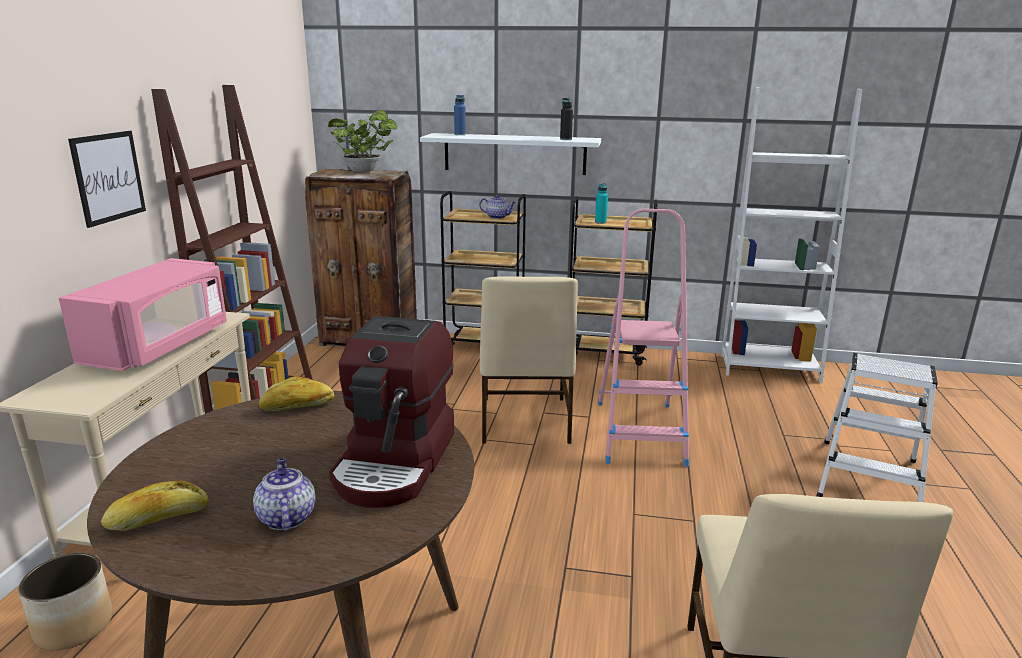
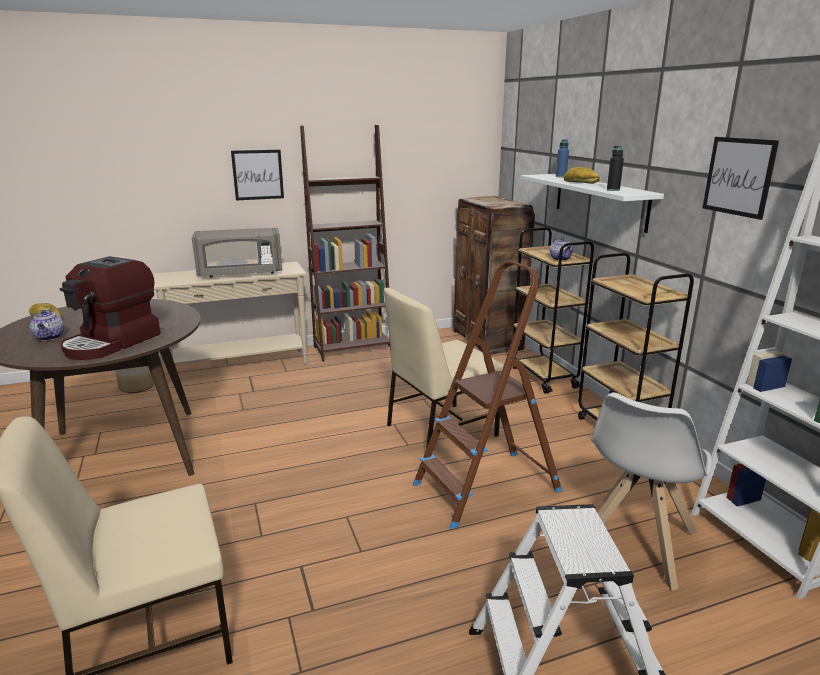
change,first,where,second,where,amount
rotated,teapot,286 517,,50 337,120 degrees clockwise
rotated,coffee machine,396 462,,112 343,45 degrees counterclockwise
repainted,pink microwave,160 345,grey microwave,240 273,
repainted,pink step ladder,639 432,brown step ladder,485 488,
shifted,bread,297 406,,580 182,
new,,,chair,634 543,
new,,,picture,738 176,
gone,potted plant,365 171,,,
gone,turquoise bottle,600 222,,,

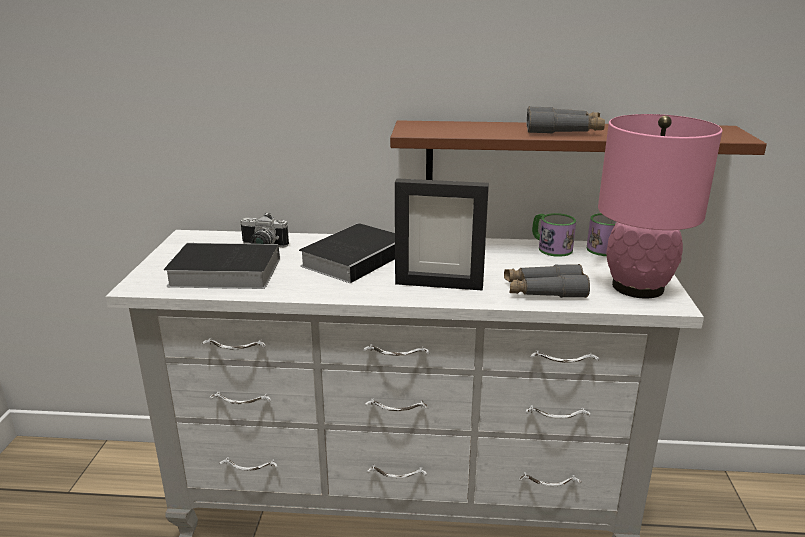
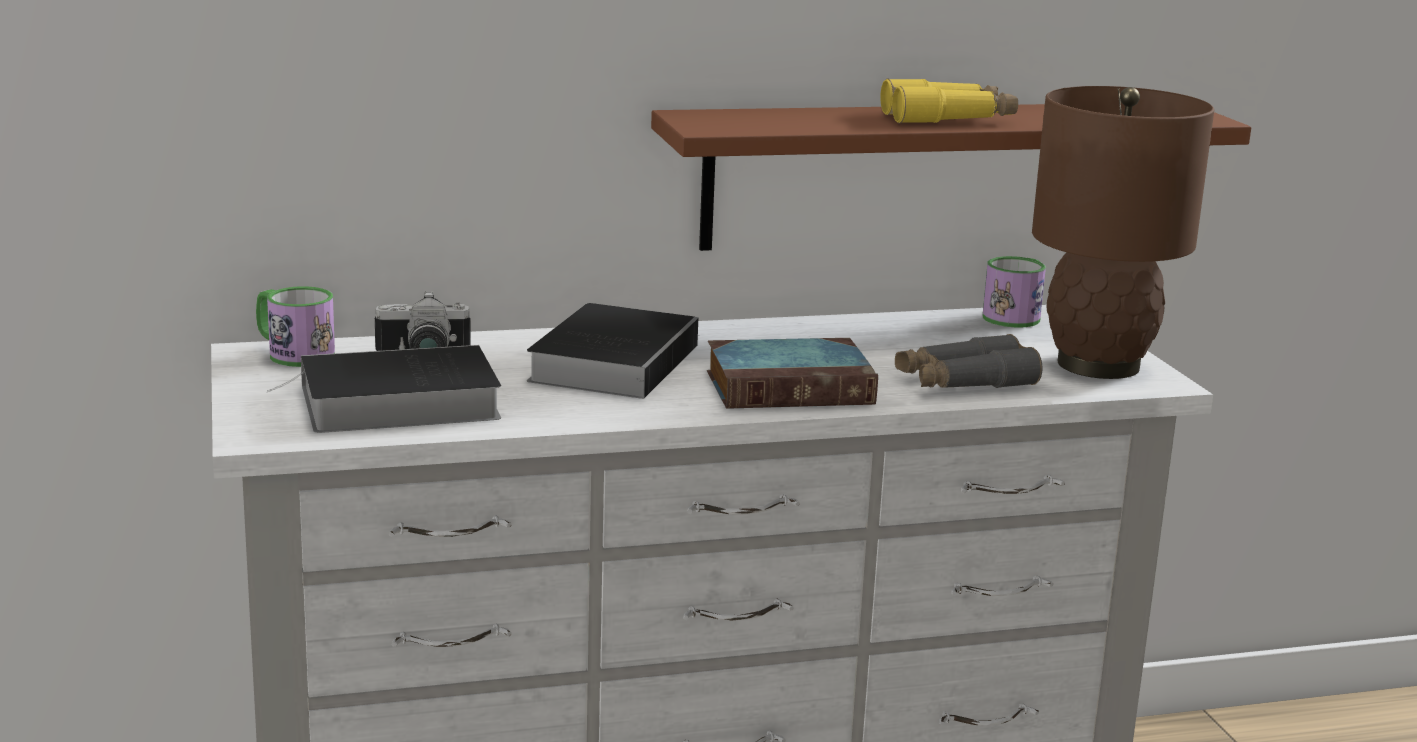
change,first,where,second,where,amount
shifted,mug,550 247,,293 353,
swapped,picture frame,439 284,book,792 387,
repainted,grey binoculars,563 131,yellow binoculars,948 118,
repainted,pink table lamp,638 287,brown table lamp,1098 365,

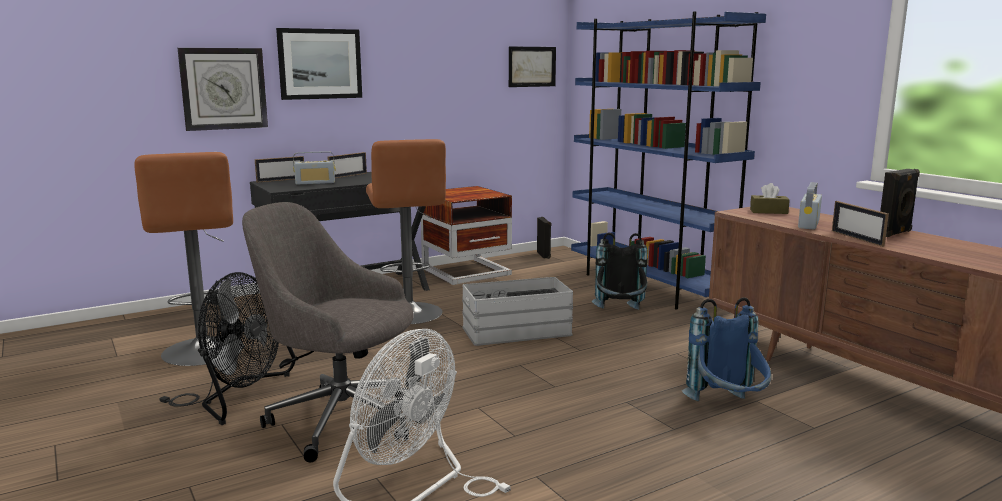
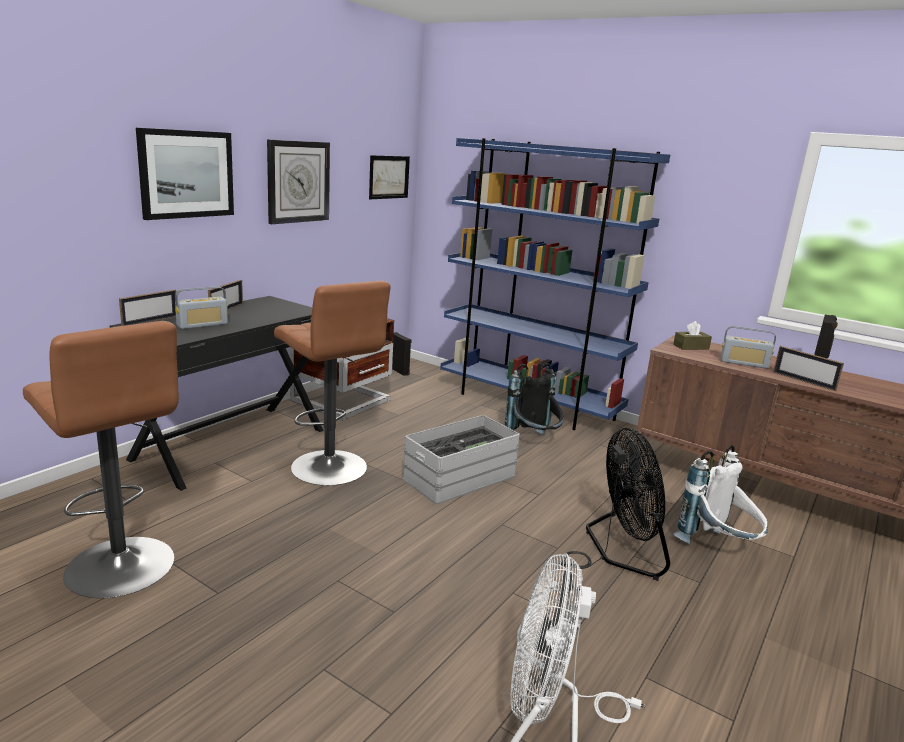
change,first,where,second,where,amount
shifted,wall clock,223 88,,298 181,
shifted,black fan,234 397,,612 548,
repainted,blue backpack,728 409,white backpack,718 548,
rotated,radio,808 224,,744 363,75 degrees counterclockwise
gone,grey office chair,340 422,,,

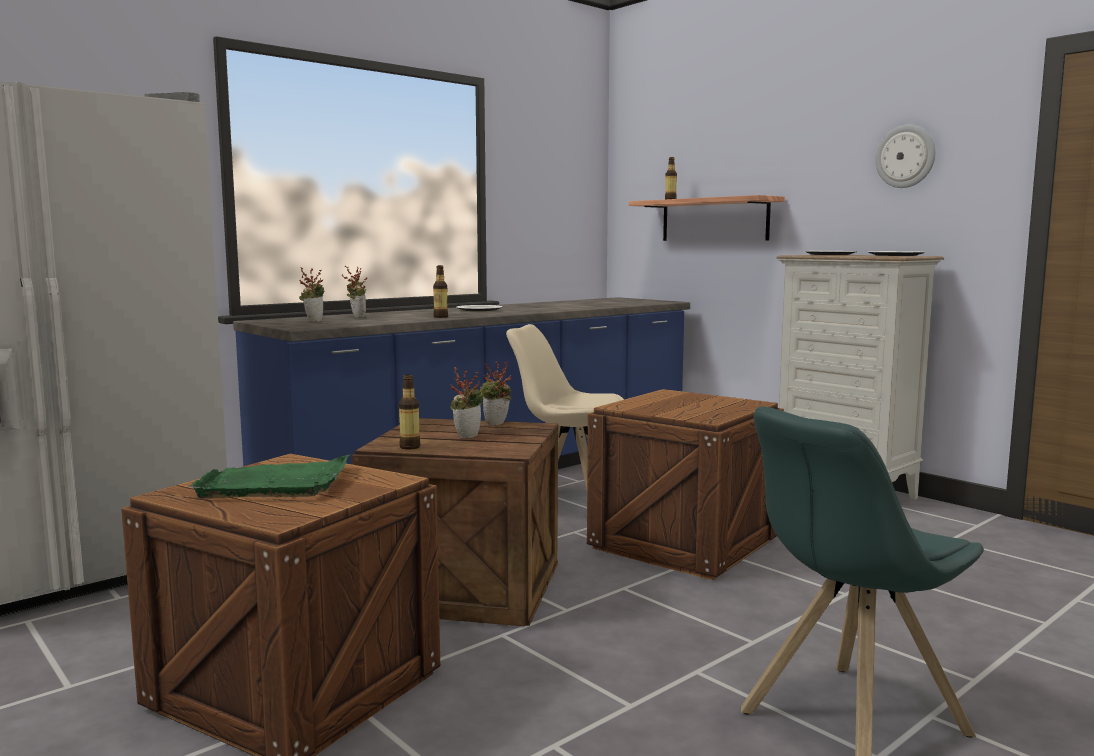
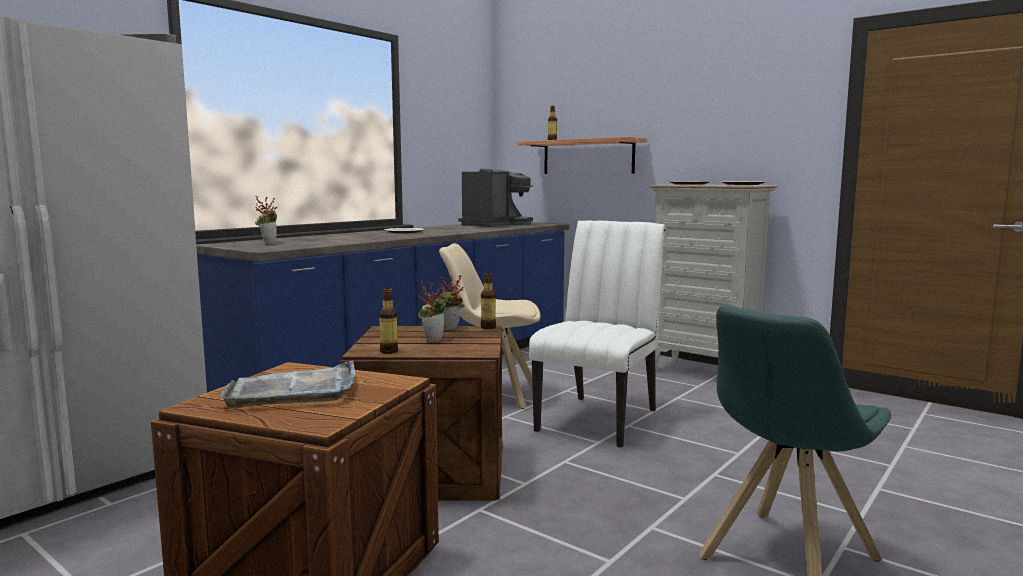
change,first,where,second,where,amount
repainted,green tray,276 484,grey tray,293 390,
new,,,coffee machine,496 225,
shifted,bottle,440 317,,488 327,
swapped,crate,684 544,white chair,598 421,
gone,potted plant,356 317,,,
gone,wall clock,905 156,,,

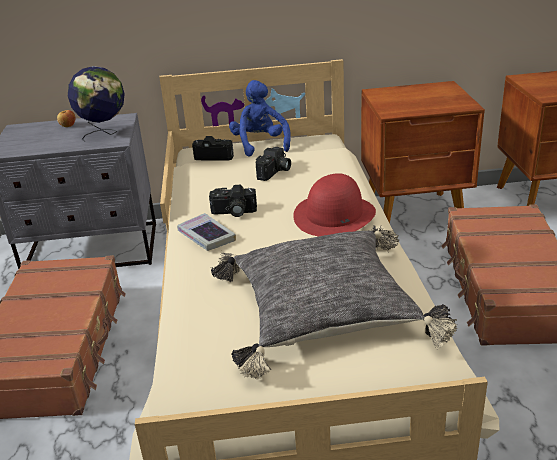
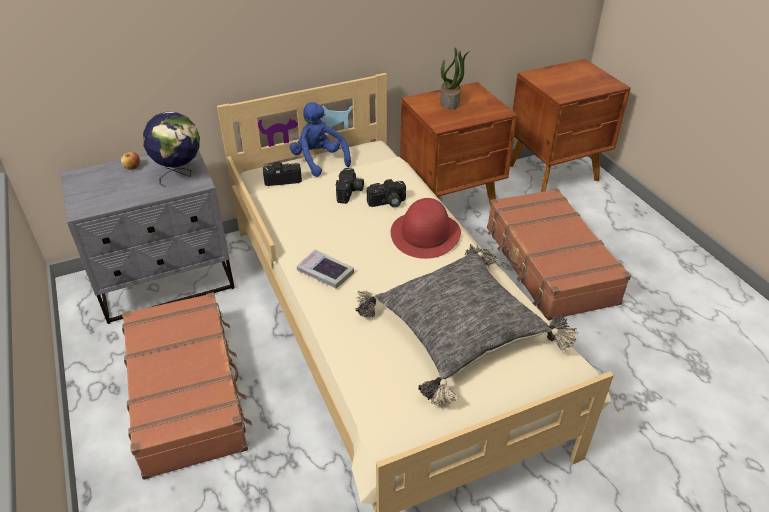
change,first,where,second,where,amount
shifted,photo camera,233 212,,387 203,
new,,,potted plant,450 102,

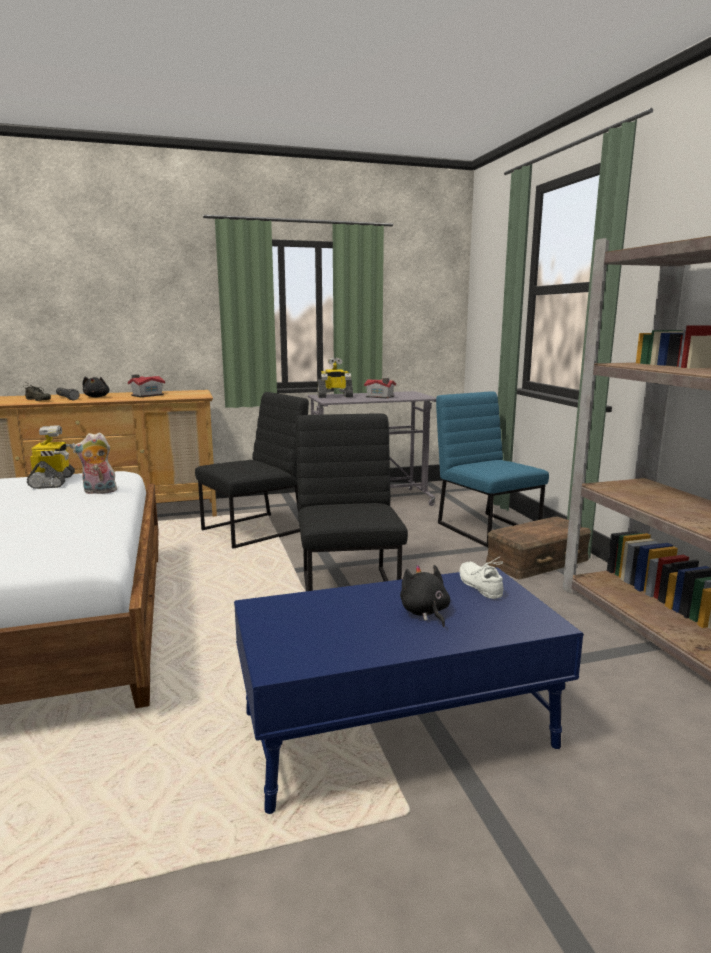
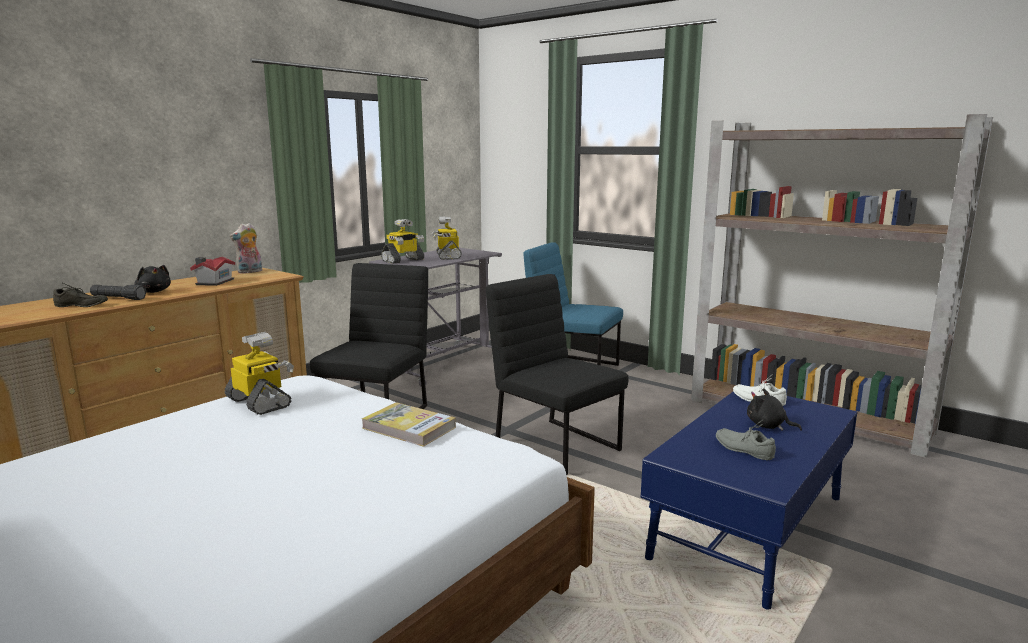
change,first,where,second,where,amount
shifted,plush toy,99 492,,250 272,
new,,,book,409 428,
swapped,toy house,380 397,toy robot,447 256,
new,,,grey shoe,745 449,
gone,brown storage box,536 561,,,

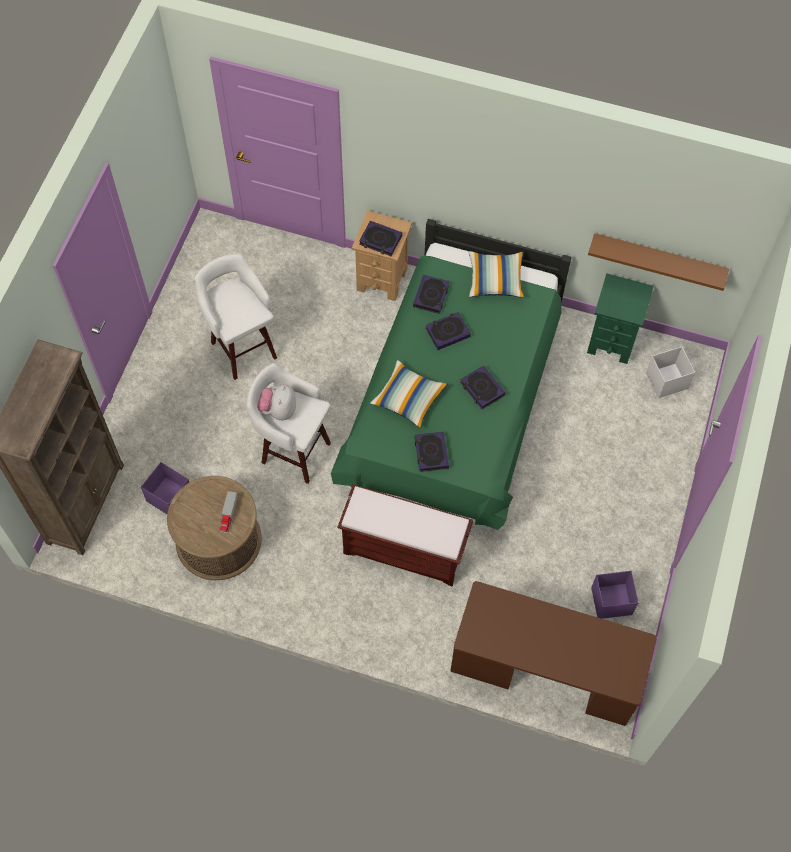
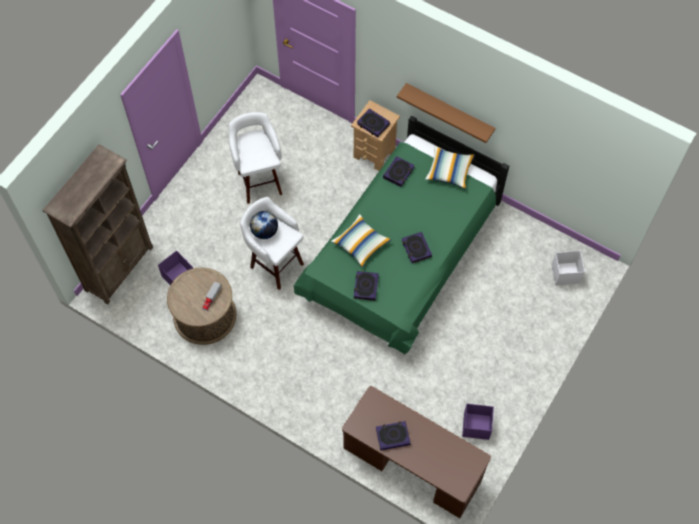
change,first,where,second,where,amount
swapped,plush toy,278 410,globe,265 231,
shifted,book,447 332,,392 436,
shifted,brown shelf,658 258,,449 111,
gone,brown bench,405 551,,,
gone,green nightstand,612 342,,,

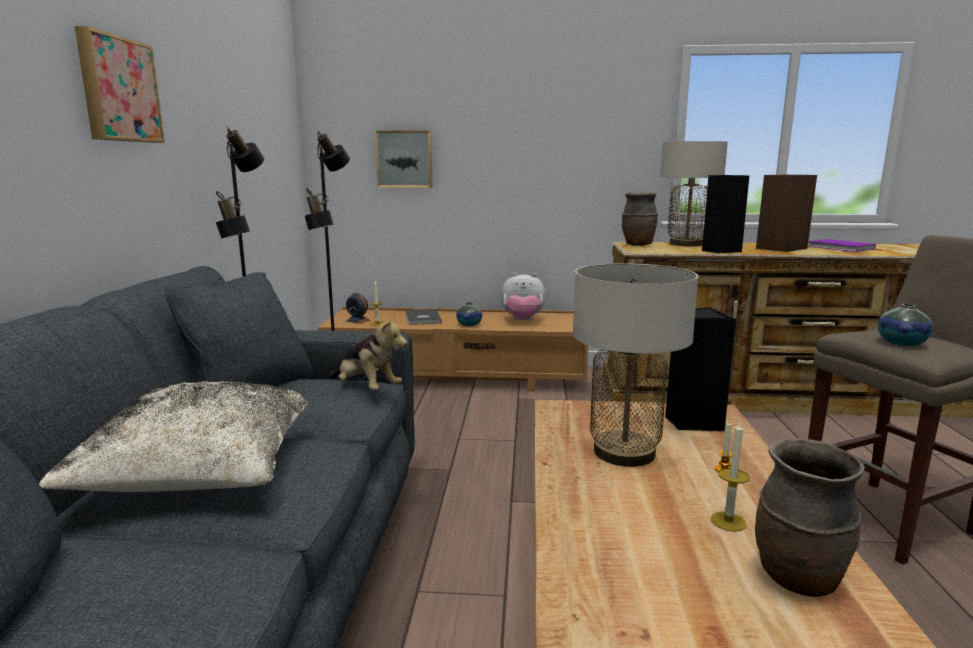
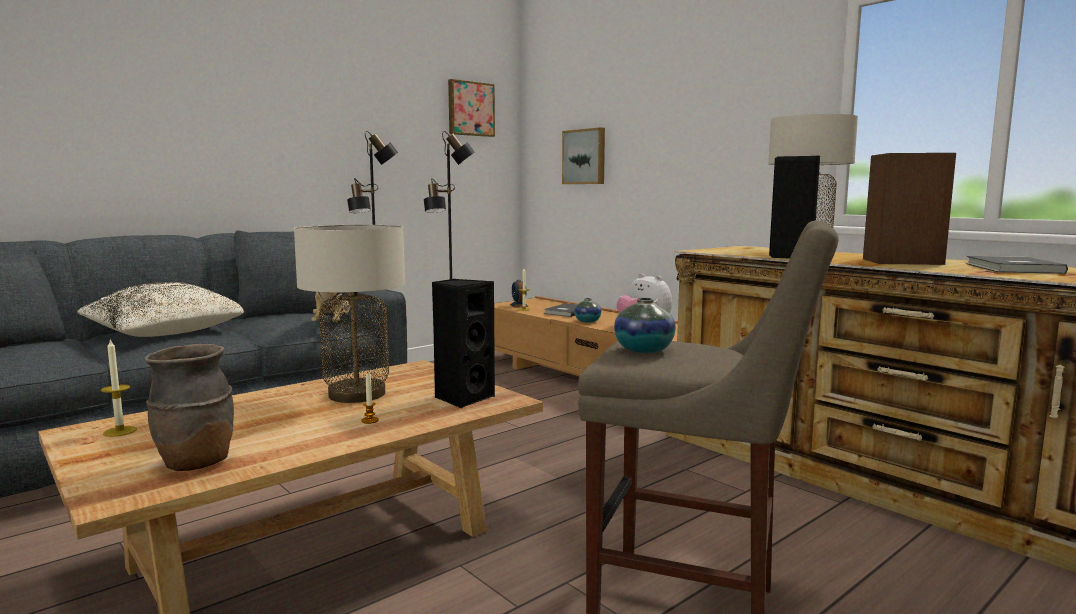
change,first,where,second,where,amount
shifted,candle,728 521,,120 431,
shifted,picture,118 90,,470 109,
repainted,purple book,840 248,grey book,1011 268,
gone,brown vase,638 245,,,

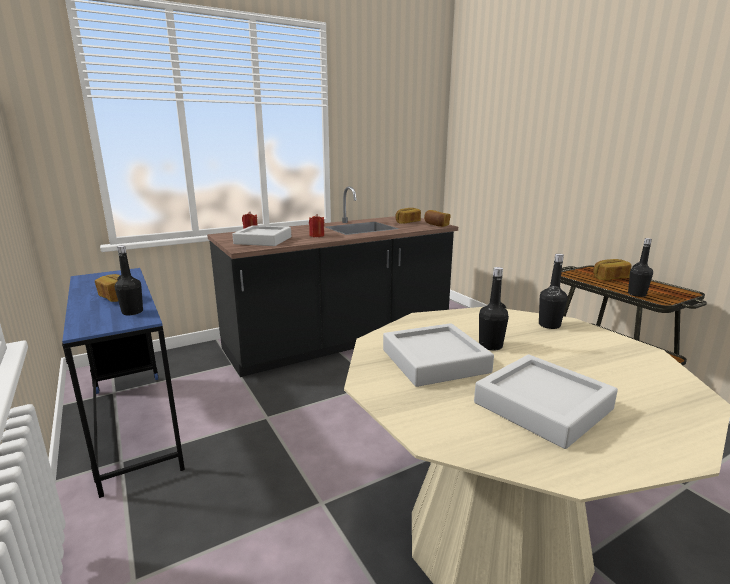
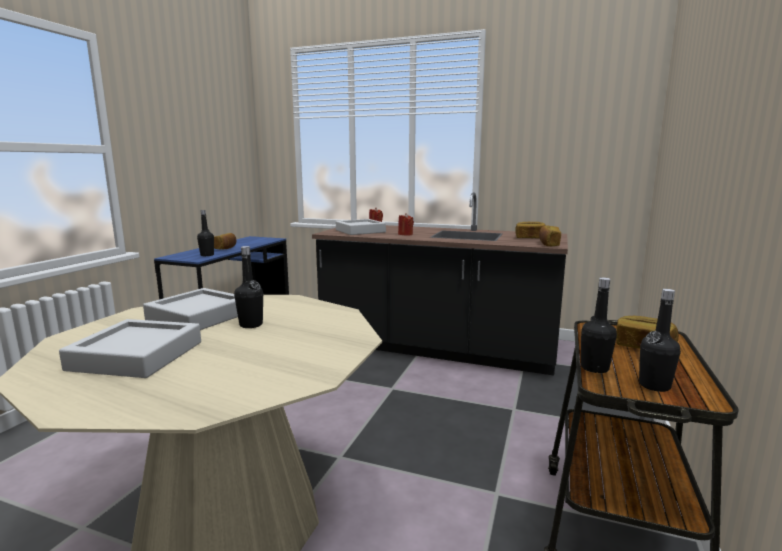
change,first,where,second,where,amount
shifted,black bottle,549 325,,654 385,

